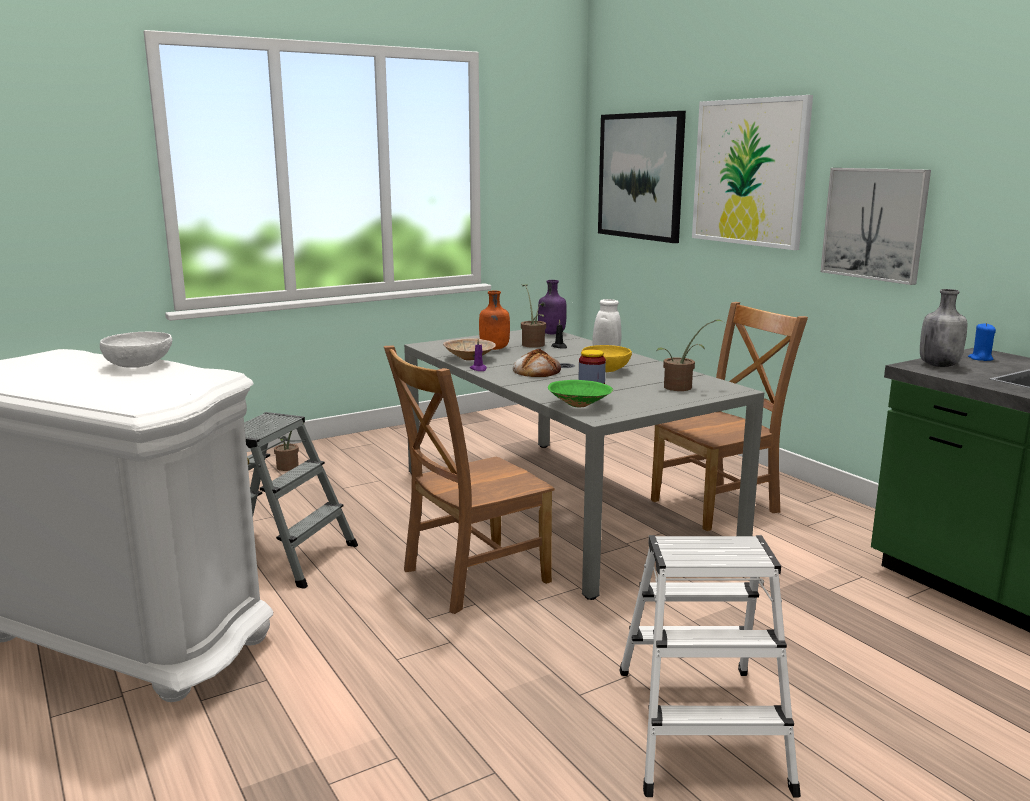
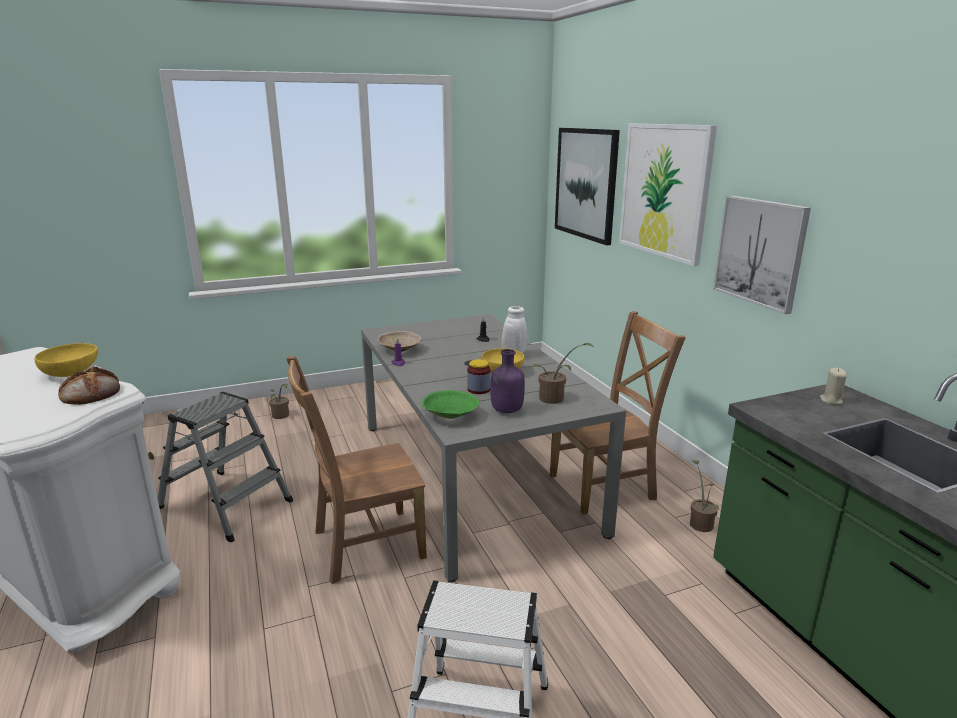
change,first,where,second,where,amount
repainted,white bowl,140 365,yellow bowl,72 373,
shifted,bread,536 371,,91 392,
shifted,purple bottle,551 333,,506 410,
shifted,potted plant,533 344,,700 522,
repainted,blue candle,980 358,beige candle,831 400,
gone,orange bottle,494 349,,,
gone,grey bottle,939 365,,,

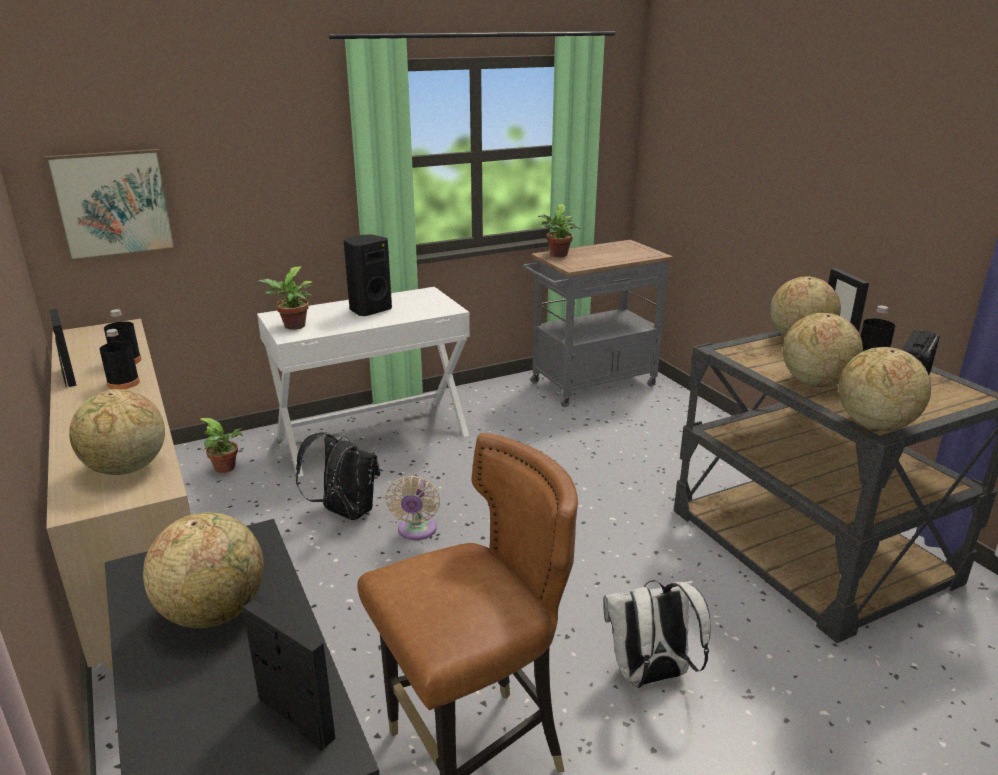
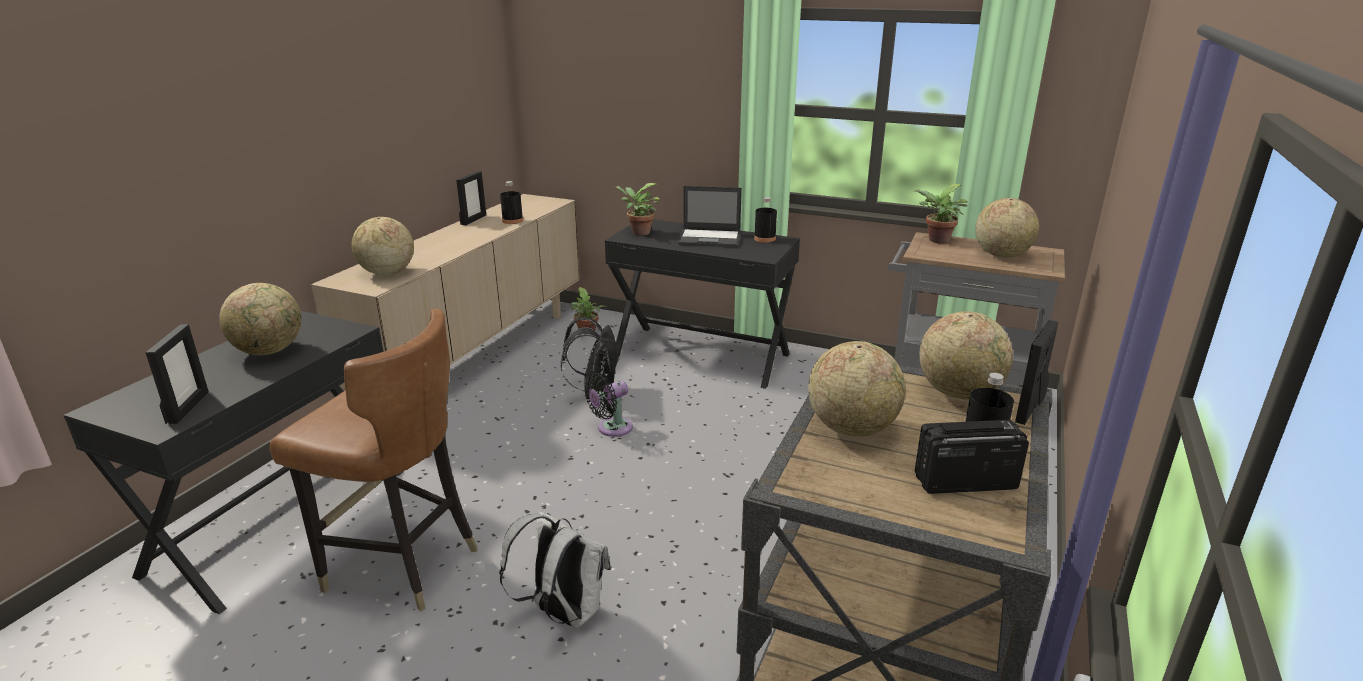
change,first,where,second,where,amount
repainted,beige fan,416 531,black fan,611 428,
repainted,white desk,373 435,black desk,702 355,
swapped,black speaker,369 310,laptop,710 238,
shifted,black bottle,123 383,,764 239,
shifted,globe,874 425,,1001 255,
gone,picture,113 204,,,

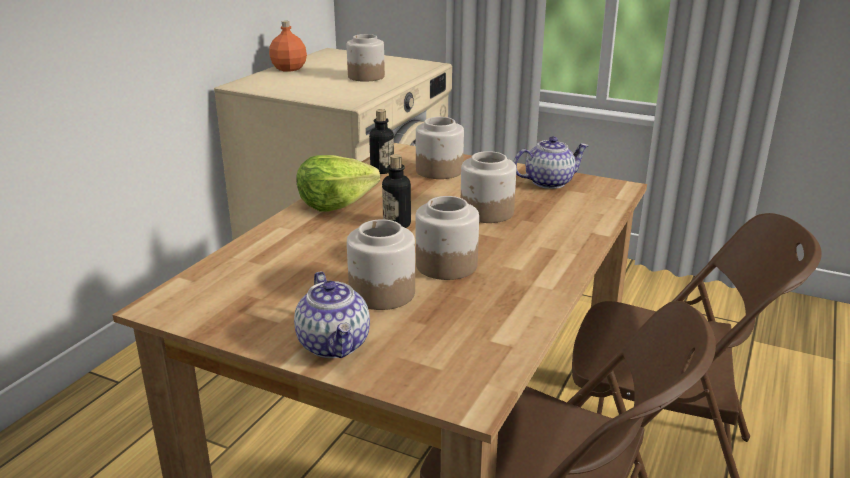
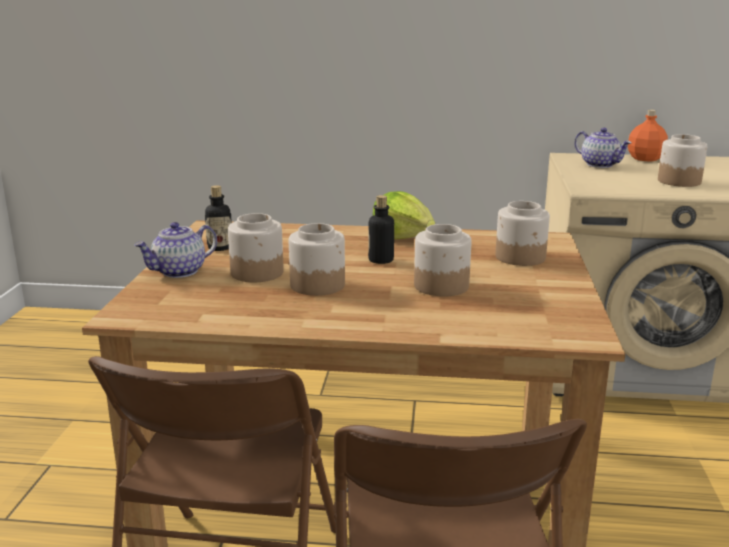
change,first,where,second,where,amount
shifted,bottle,382 170,,220 247,
shifted,teapot,549 182,,600 165,

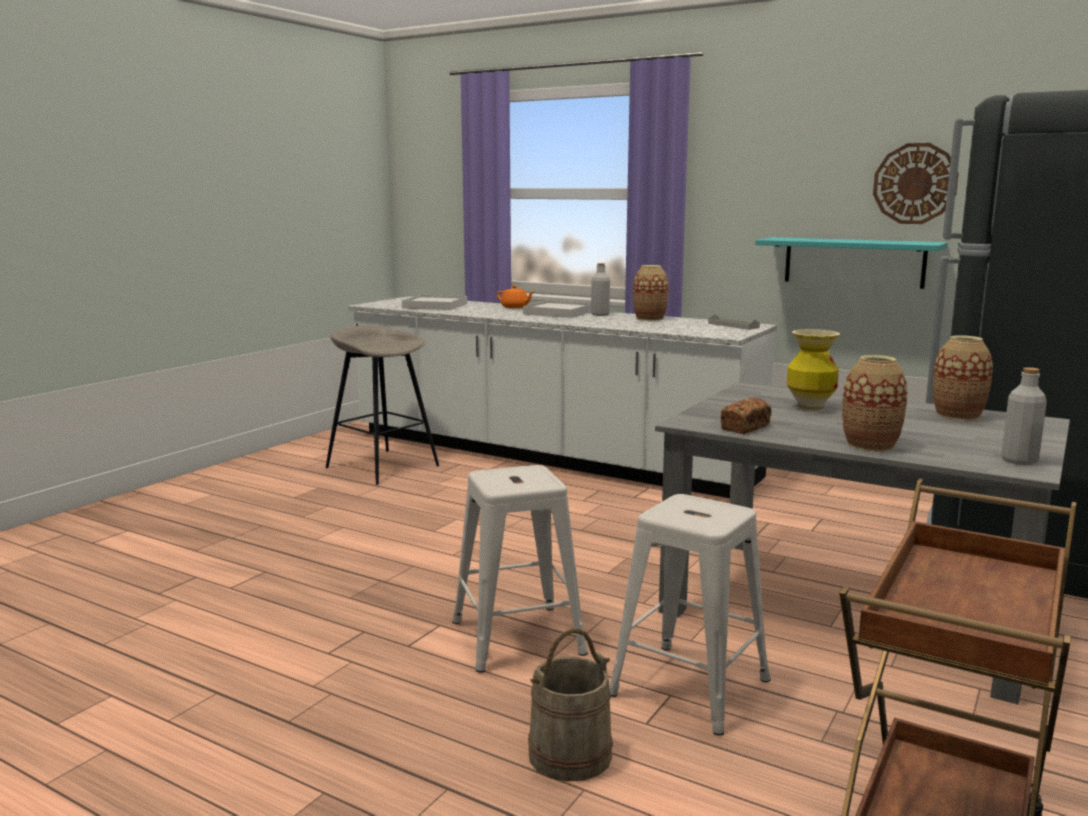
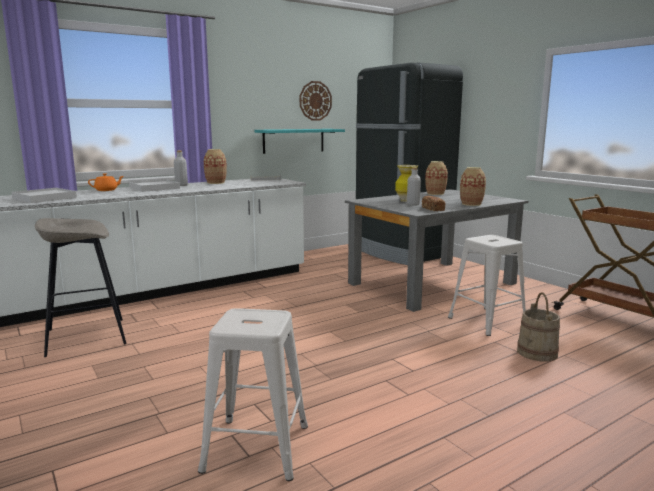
change,first,where,second,where,amount
shifted,white stool,517 637,,256 448,
shifted,grey bottle,1019 461,,413 204,

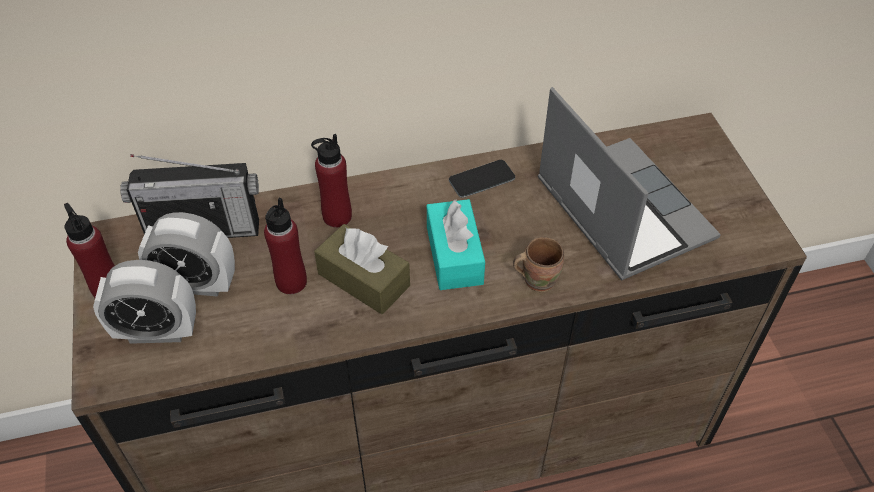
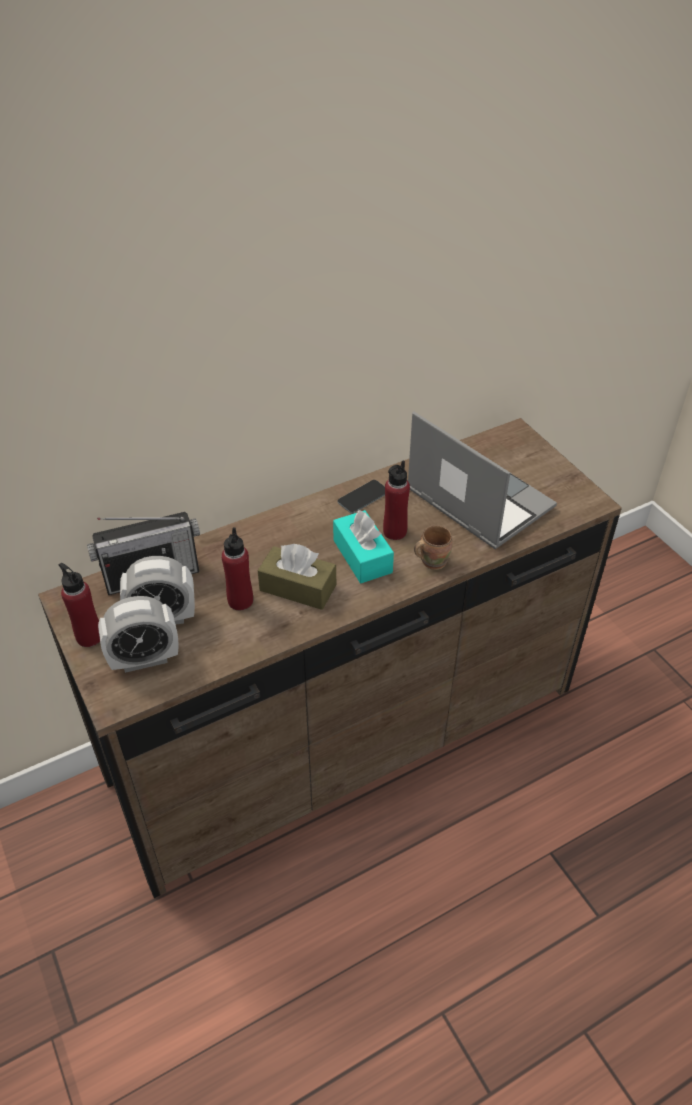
change,first,where,second,where,amount
shifted,red bottle,337 216,,394 531,

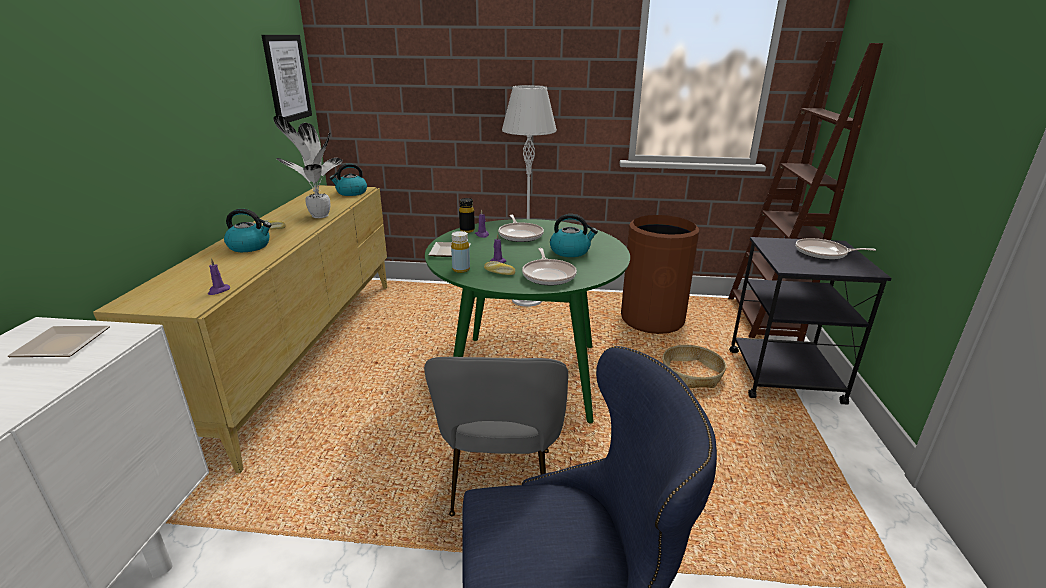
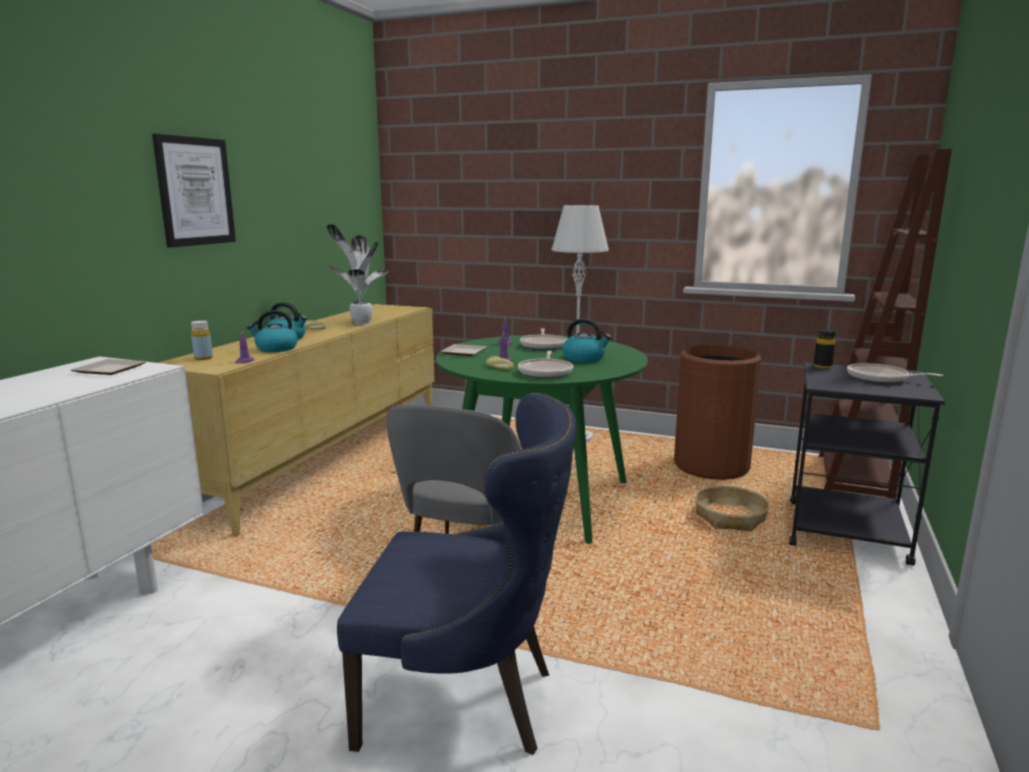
change,first,where,second,where,amount
shifted,picture,287 78,,195 191,
shifted,yellow bottle,461 269,,203 358,
shifted,kettle,351 193,,276 349,
shifted,black bottle,467 230,,822 367,

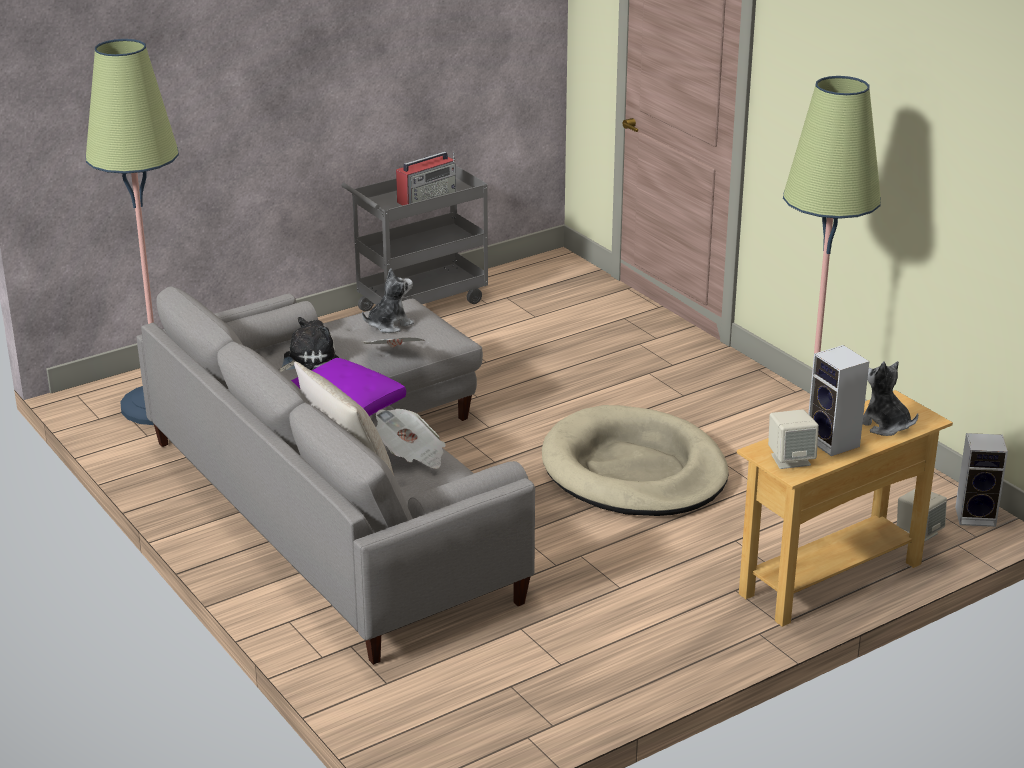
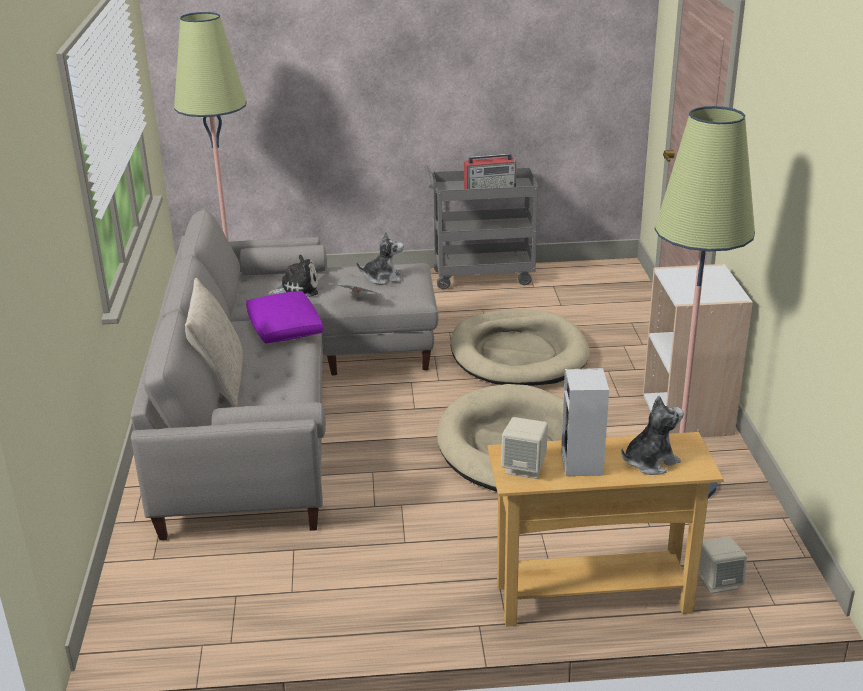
change,first,where,second,where,amount
new,,,beige dog bed,518 354,
rotated,plush toy,884 425,,649 462,75 degrees clockwise
new,,,white bookcase,688 415,
gone,newspaper,412 455,,,
gone,speaker,977 516,,,

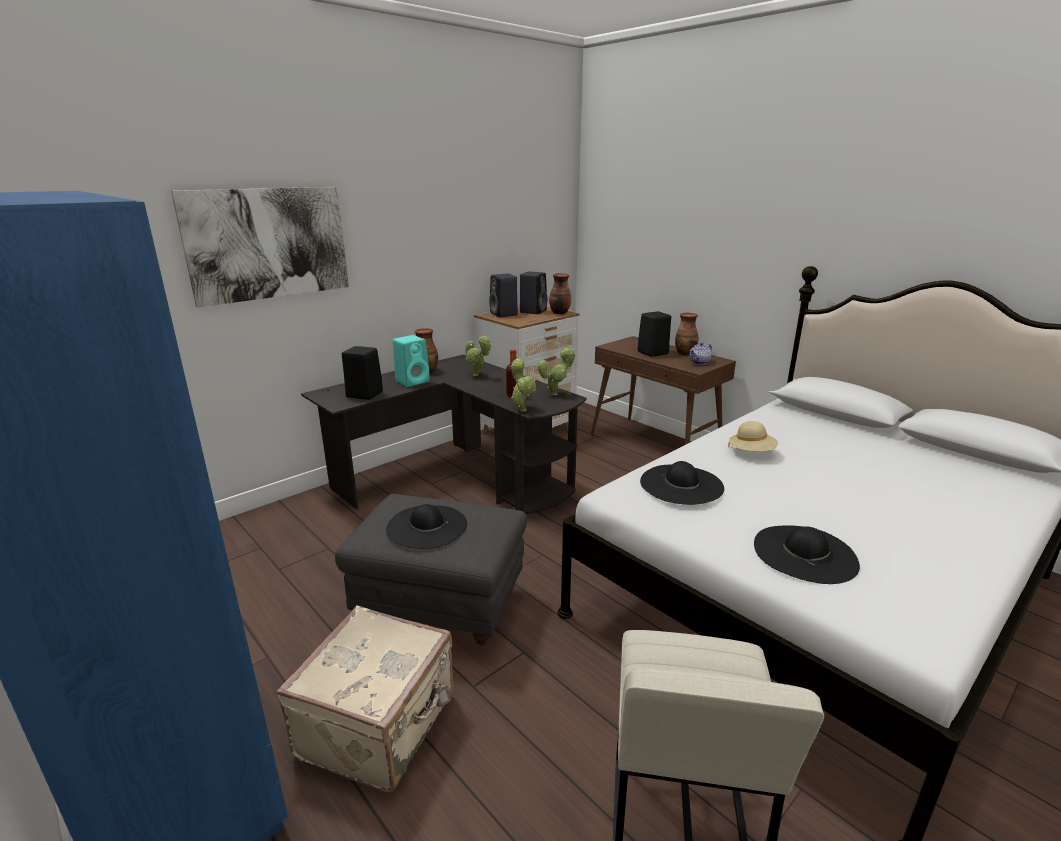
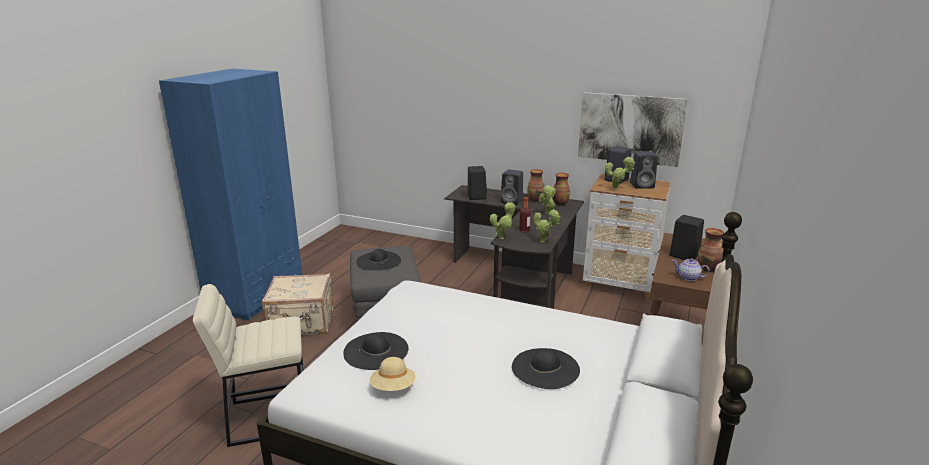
change,first,where,second,where,amount
shifted,beige hat,751 452,,393 387,
repainted,turquoise speaker,413 381,black speaker,512 201,
shifted,black hat,681 484,,545 368,
shifted,vase,559 313,,560 203,
shifted,picture,269 244,,630 129,
new,,,potted plant,617 189,

